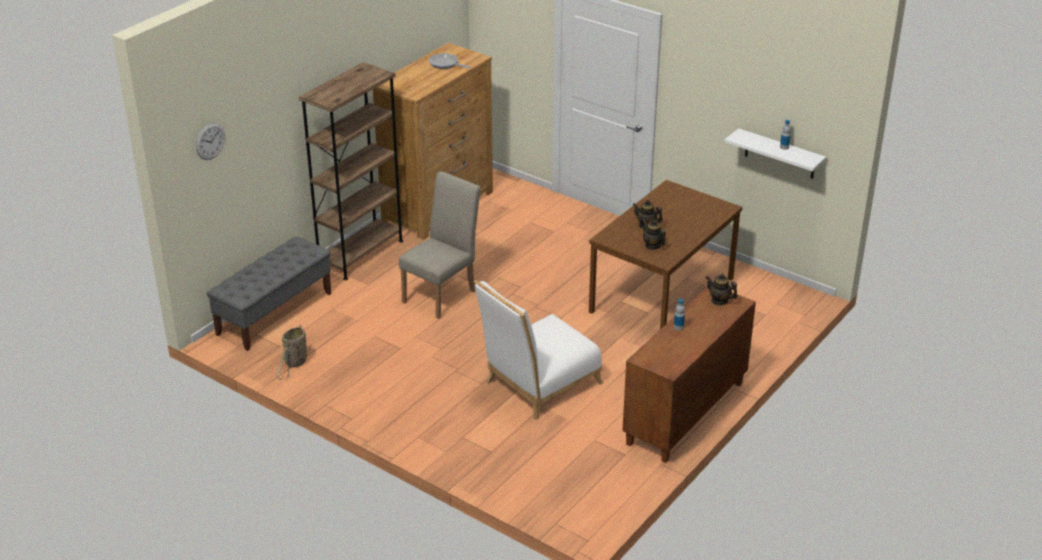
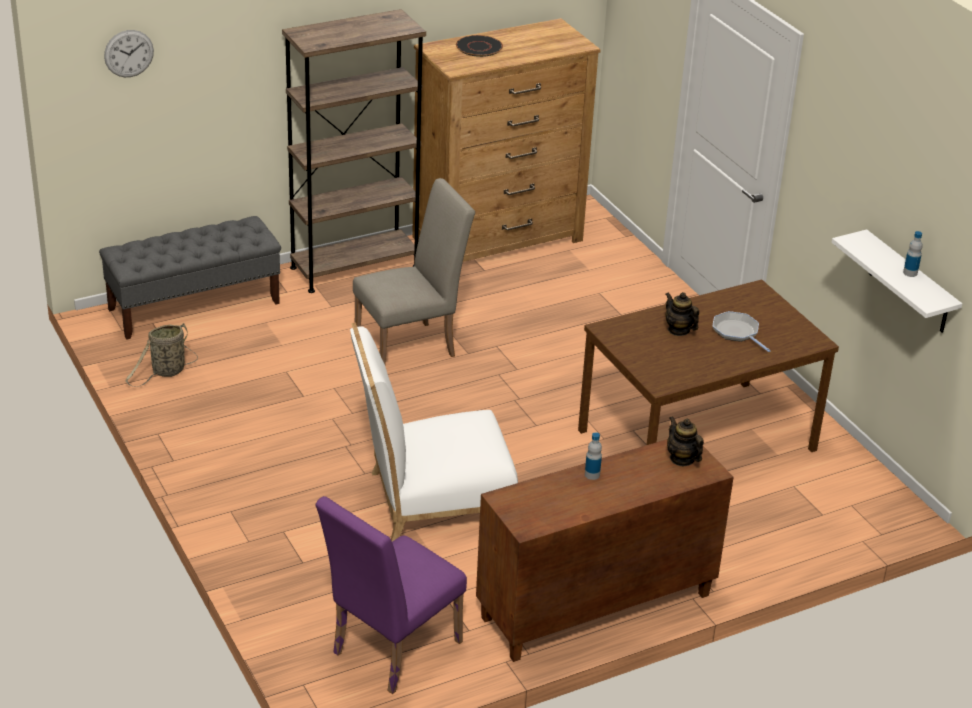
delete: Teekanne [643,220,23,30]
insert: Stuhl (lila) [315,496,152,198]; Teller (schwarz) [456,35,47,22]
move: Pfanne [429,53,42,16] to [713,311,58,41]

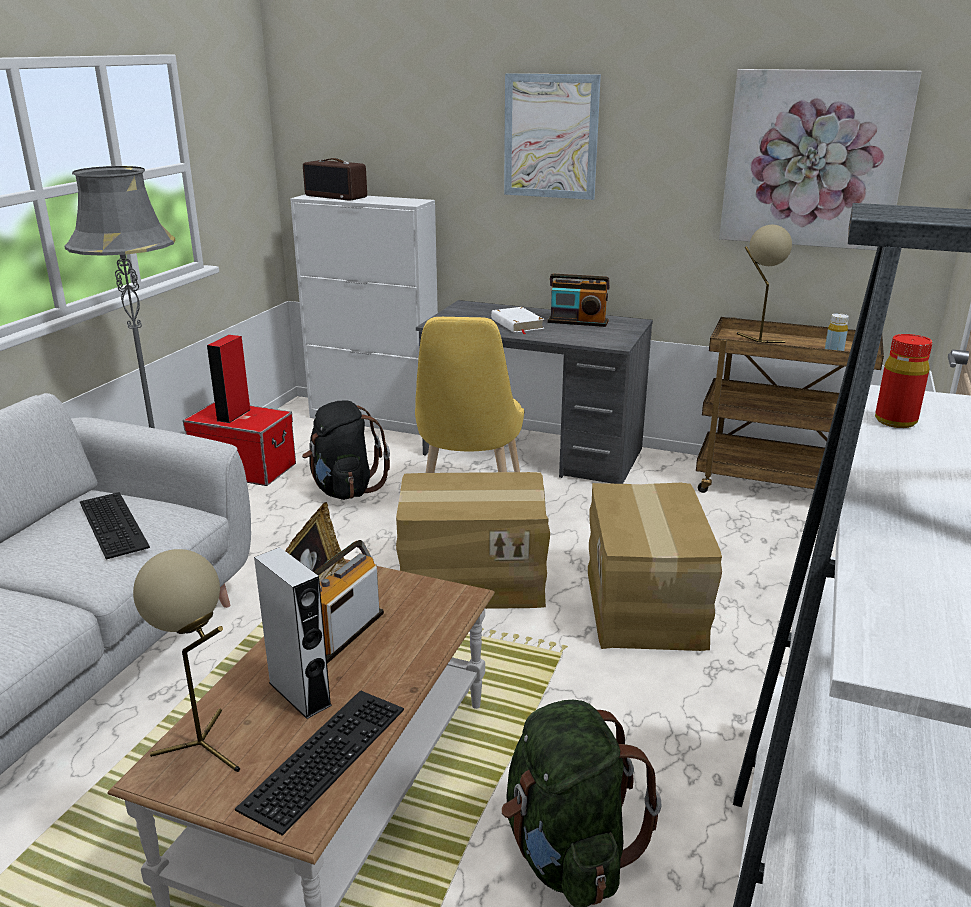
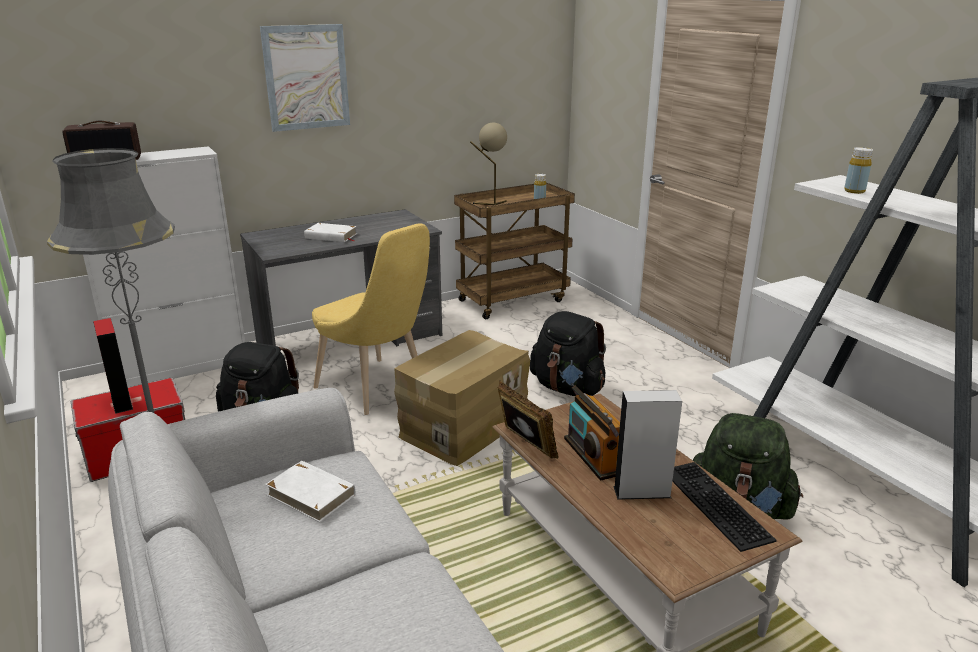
delete: Tischlampe (beige) [133,549,107,223]; Radio [547,274,63,53]; Bild [719,69,203,182]
replace: Tastatur [80,492,70,68] to Buch (weiß) [265,460,91,62]; Karton [588,483,134,168] to Rucksack (schwarz) [530,311,76,85]
recolor: Flasche (rot) [875,334,57,94] to Flasche (gelb) [844,147,29,47]

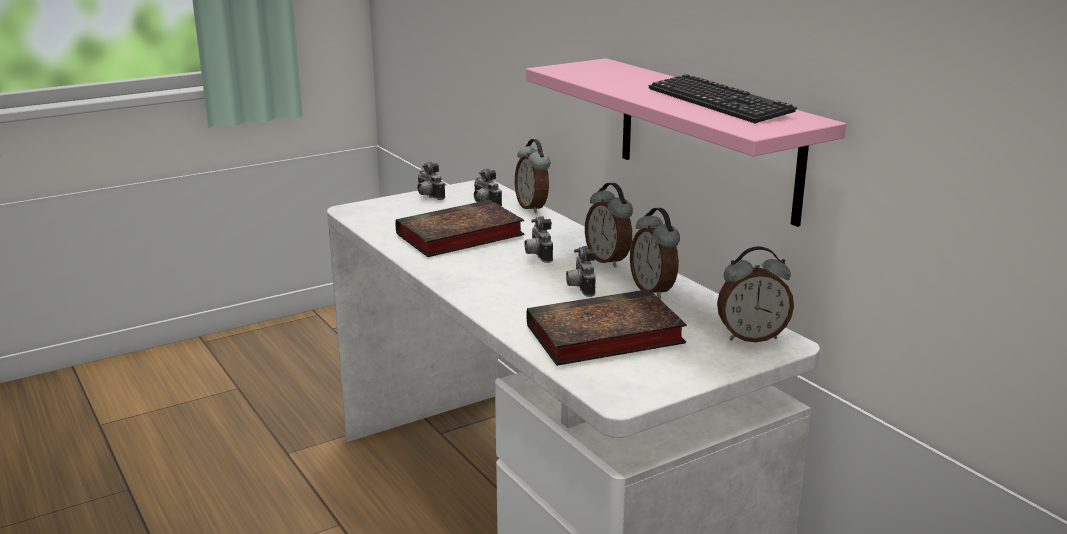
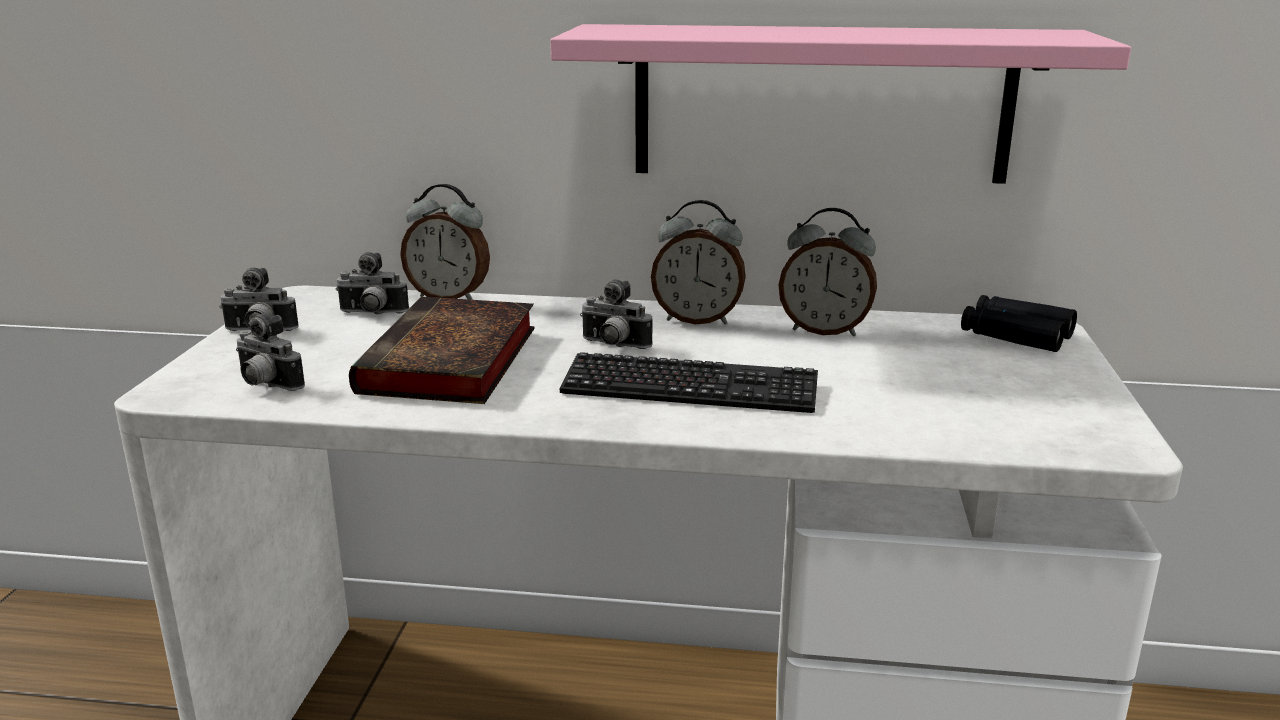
delete: Buch [526,289,161,77]
move: Kamera [566,246,30,51] to [236,313,69,78]; Tastatur [649,74,148,49] to [560,352,258,61]
replace: Wecker [717,246,77,96] to Fernglas (schwarz) [961,295,116,57]

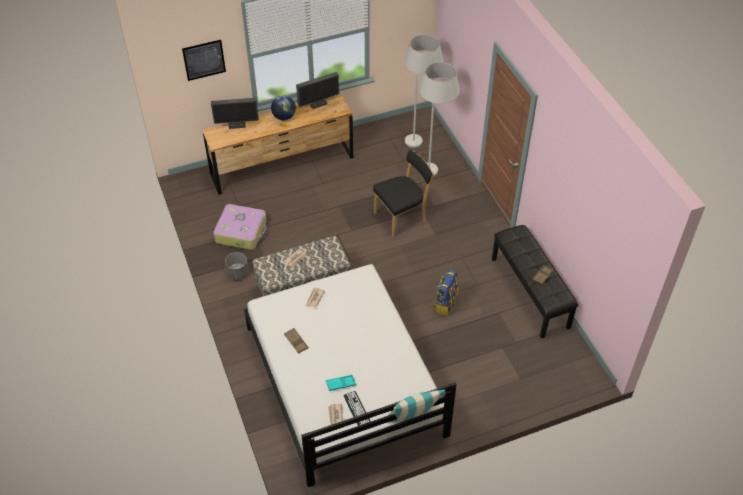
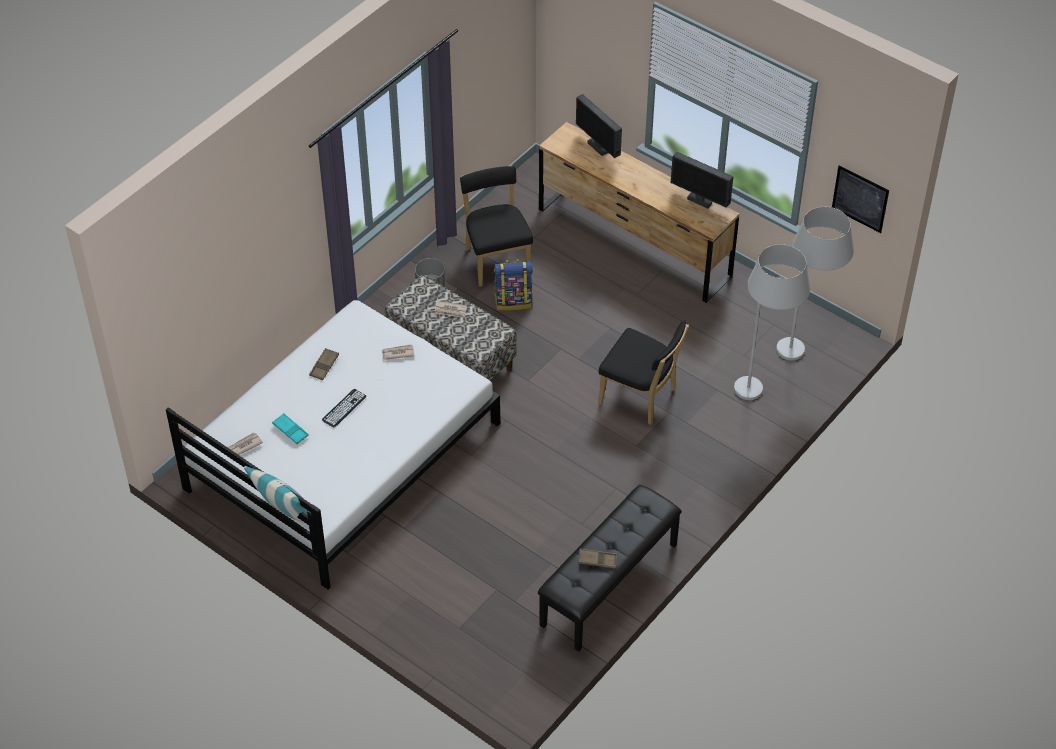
delete: Globus [271,95,25,25]
move: Bild [182,40,44,41] to [832,165,57,68]; Tastatur [343,391,28,35] to [322,389,44,38]; Rucksack [433,270,25,46] to [494,259,39,52]
replace: Koffer [213,204,54,46] to Stuhl (schwarz) [460,166,73,121]

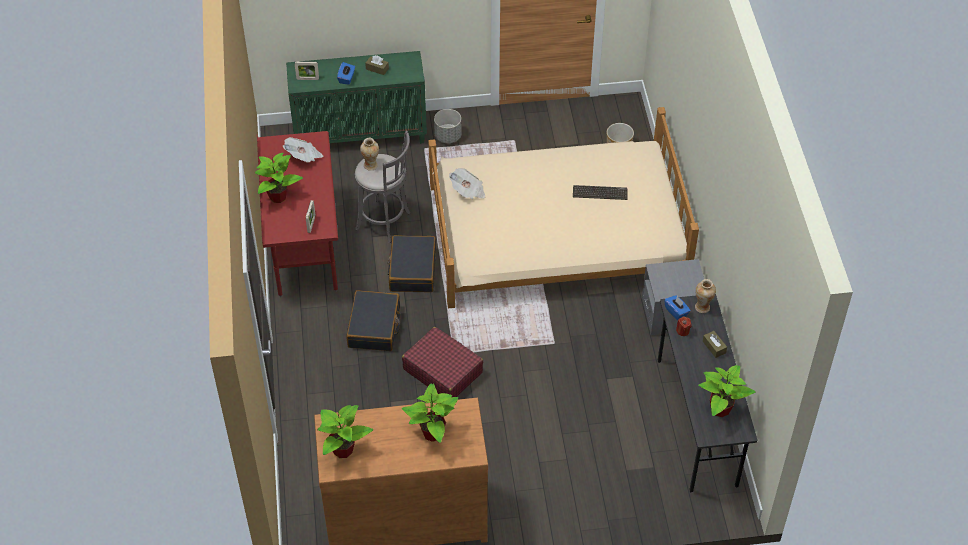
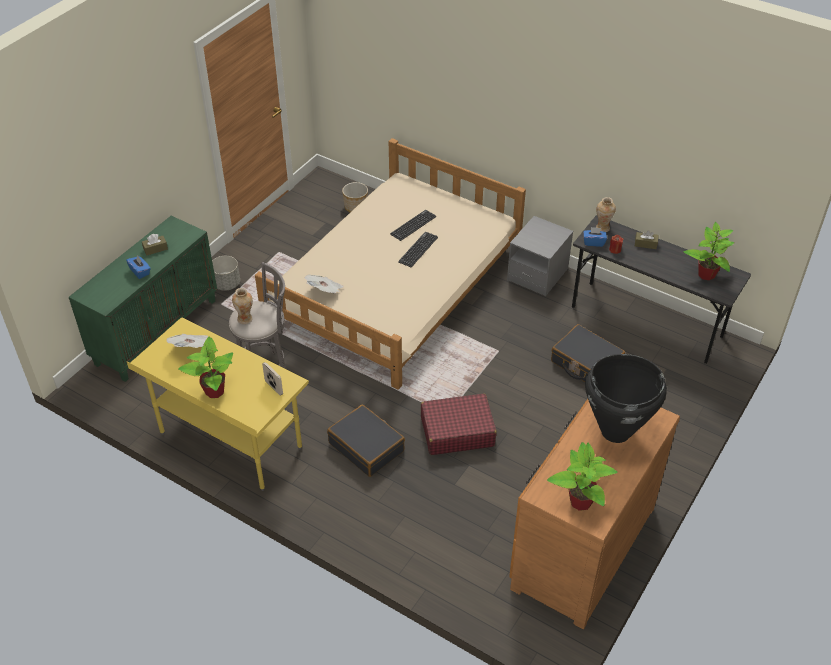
delete: Bilderrahmen [295,62,24,18]
insert: Tastatur [398,232,40,35]
move: Koffer (schwarz) [387,235,49,57] to [551,324,74,58]
replace: Topfpflanze [402,383,56,60] to Vase (schwarz) [585,354,82,89]
recolor: Schreibtisch (rot) [257,131,81,166] to Schreibtisch (gelb) [127,318,182,173]

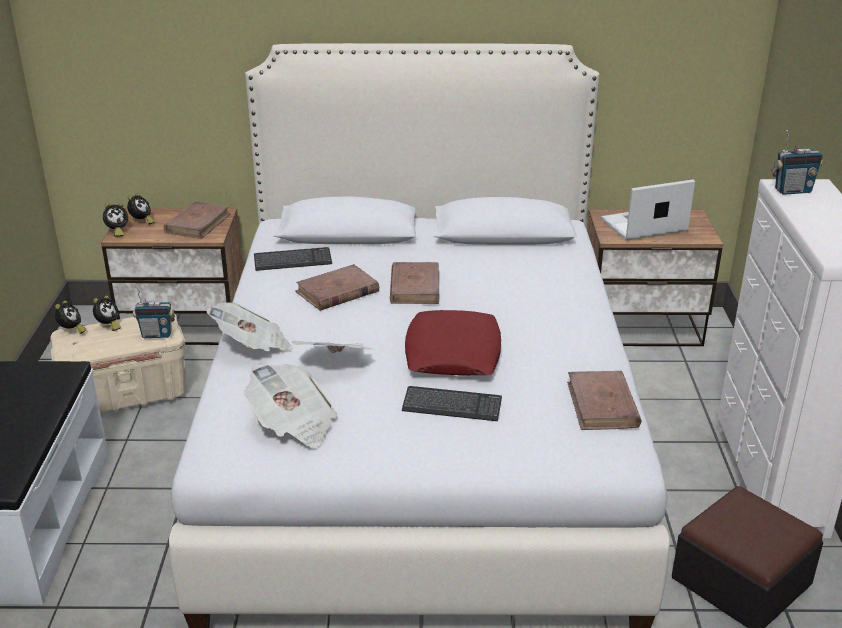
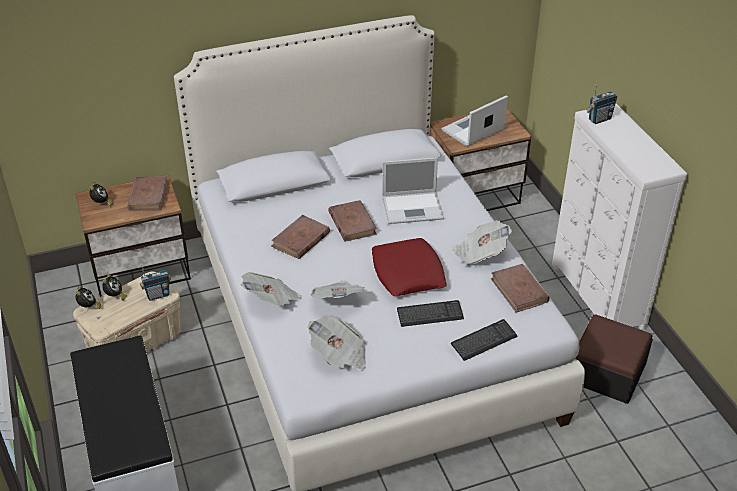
delete: Wecker [103,203,25,34]
insert: Laptop [382,157,62,67]; Zeitung [453,220,59,46]
move: Tastatur [254,247,78,24] to [451,319,67,42]

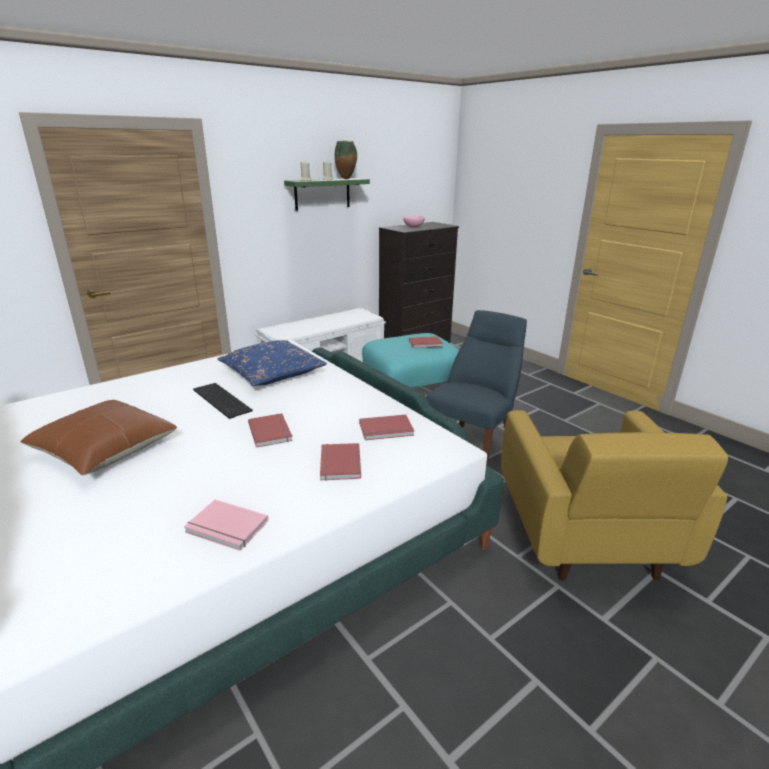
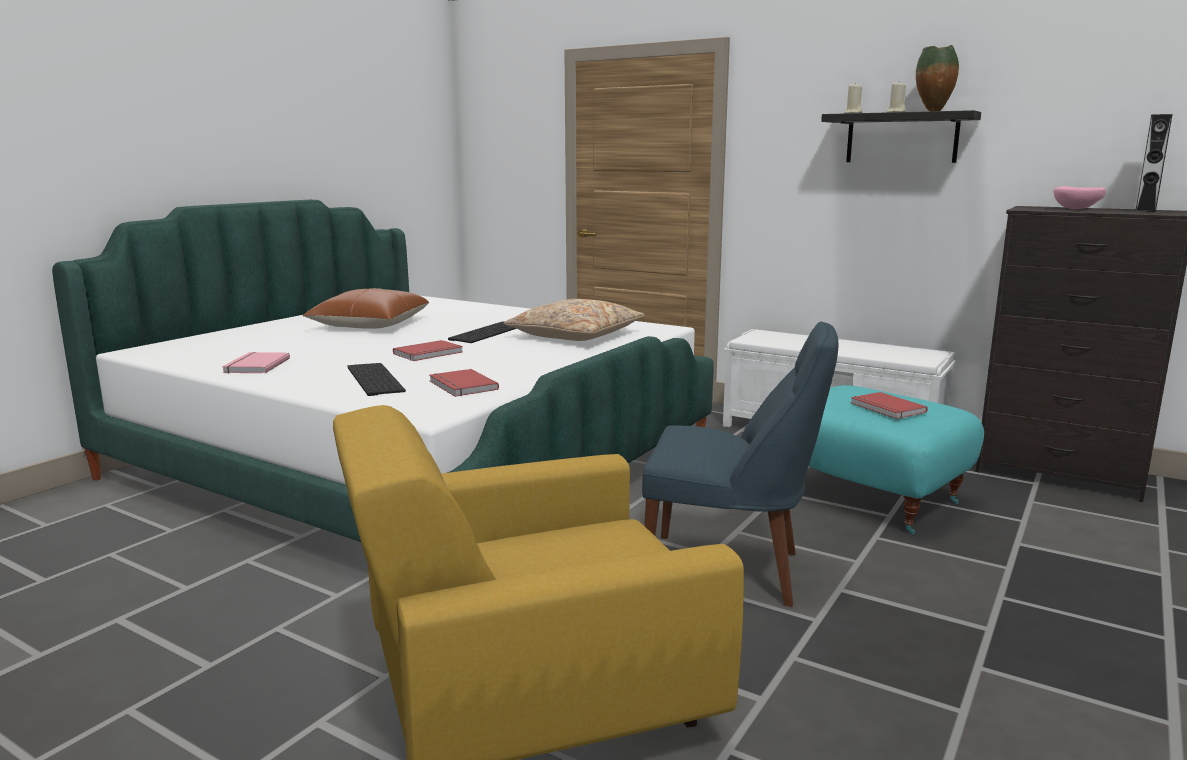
insert: Lautsprecher (grau) [1135,114,38,98]
replace: Buch (rot) [320,443,41,38] to Tastatur [347,363,59,33]
recolor: Kissen (blau) [217,340,110,46] to Kissen (beige) [504,299,141,42]; Wandregal (grün) [284,178,86,33] to Wandregal (schwarz) [821,110,160,53]

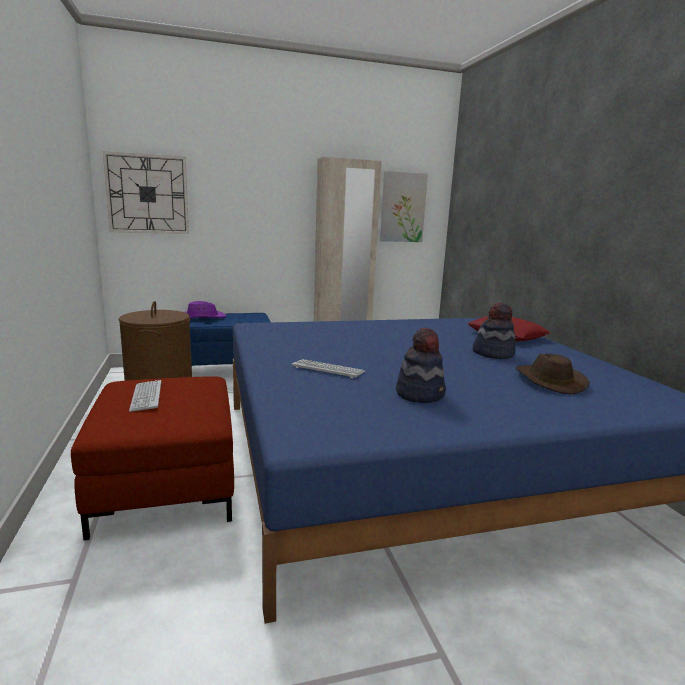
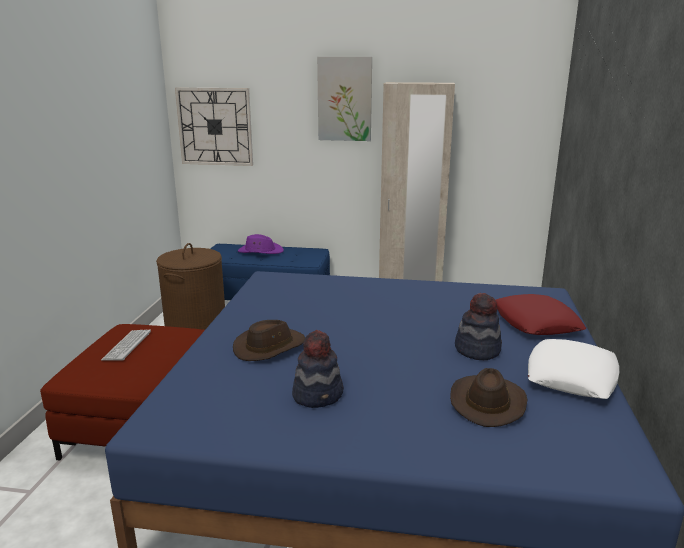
insert: Kissen (weiß) [528,339,92,60]
move: Bild [380,171,48,71] to [317,57,55,84]
replace: Tastatur [292,359,73,19] to Hut (braun) [233,320,73,41]

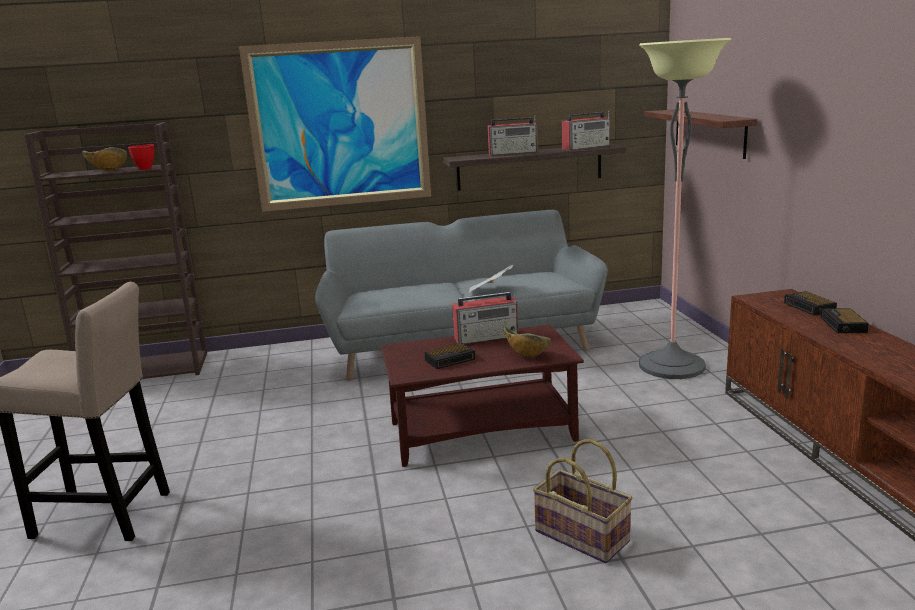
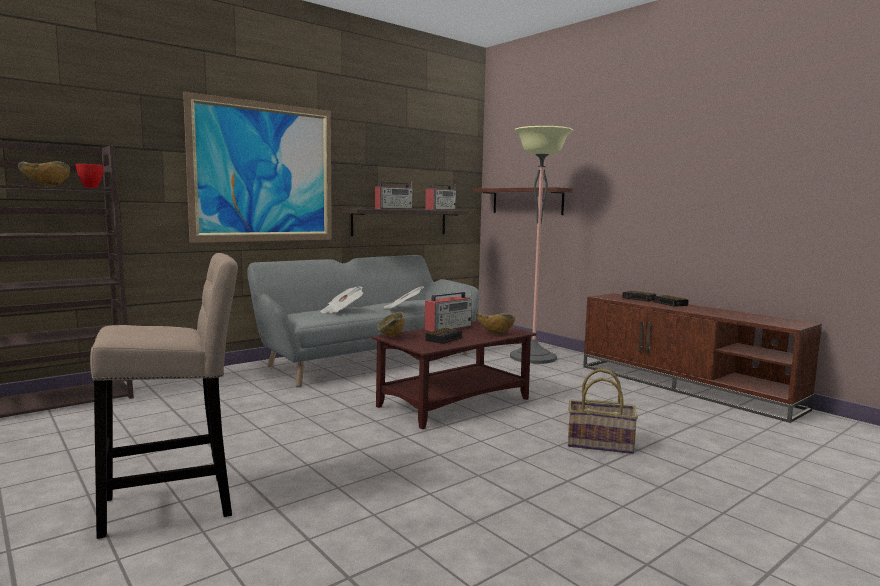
insert: Zeitung [320,286,43,27]; Schüssel [377,312,28,25]

